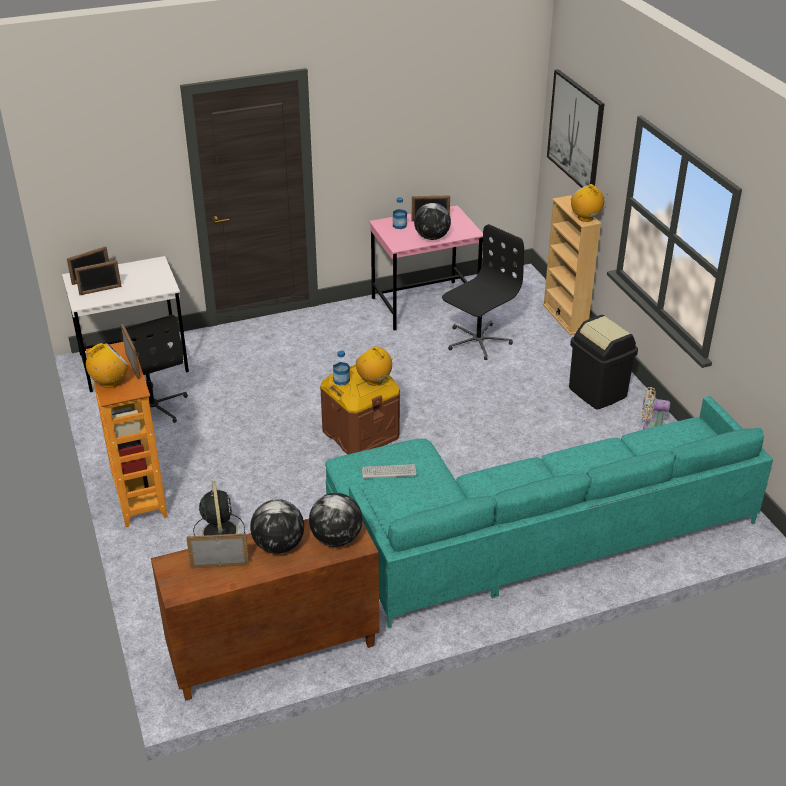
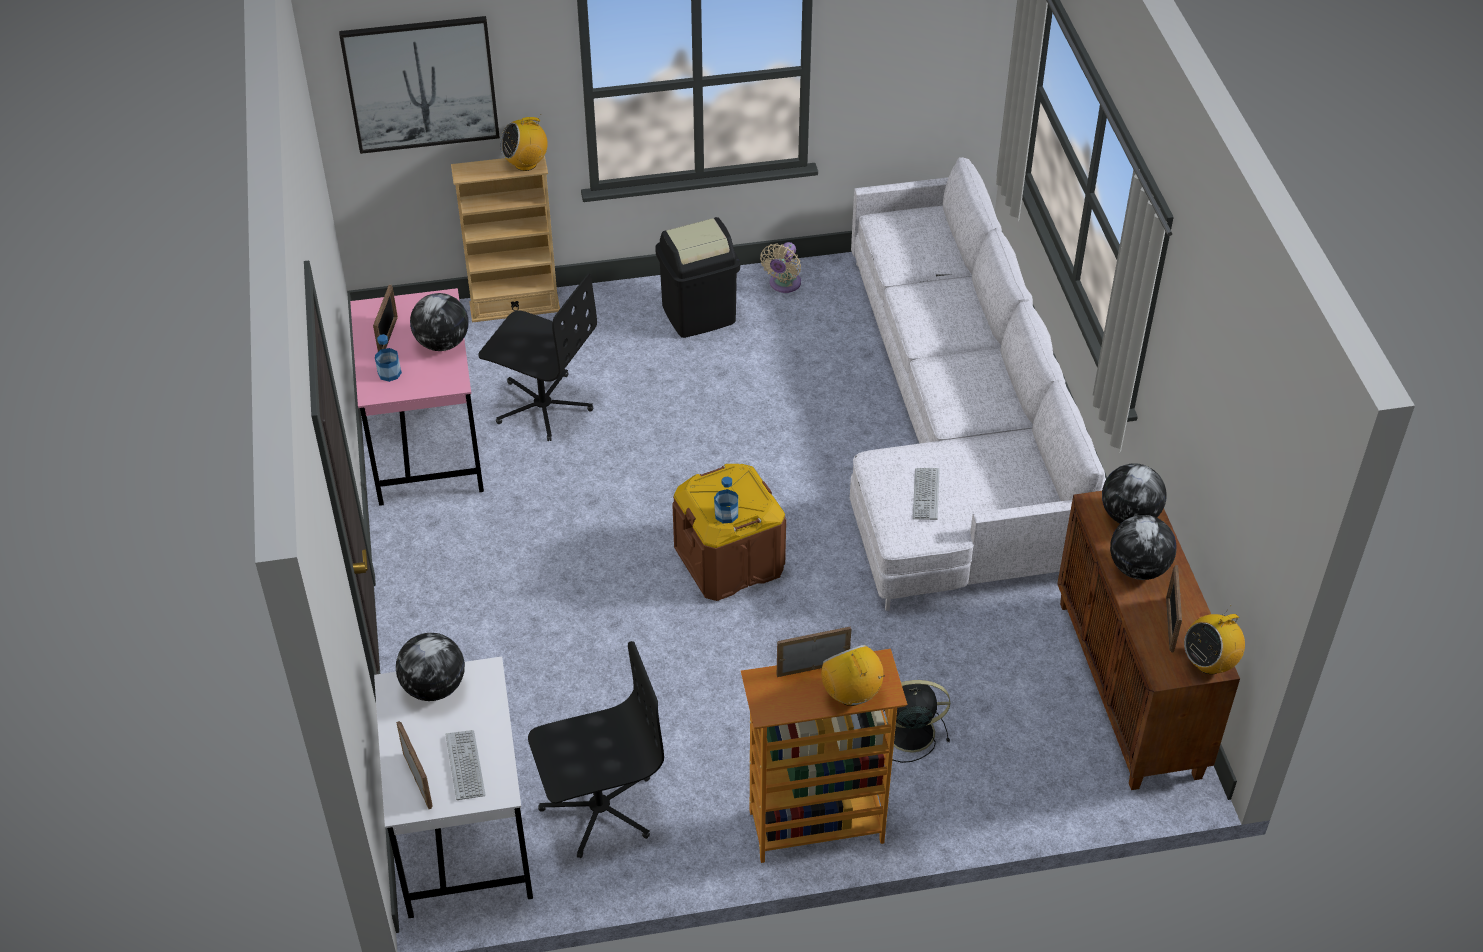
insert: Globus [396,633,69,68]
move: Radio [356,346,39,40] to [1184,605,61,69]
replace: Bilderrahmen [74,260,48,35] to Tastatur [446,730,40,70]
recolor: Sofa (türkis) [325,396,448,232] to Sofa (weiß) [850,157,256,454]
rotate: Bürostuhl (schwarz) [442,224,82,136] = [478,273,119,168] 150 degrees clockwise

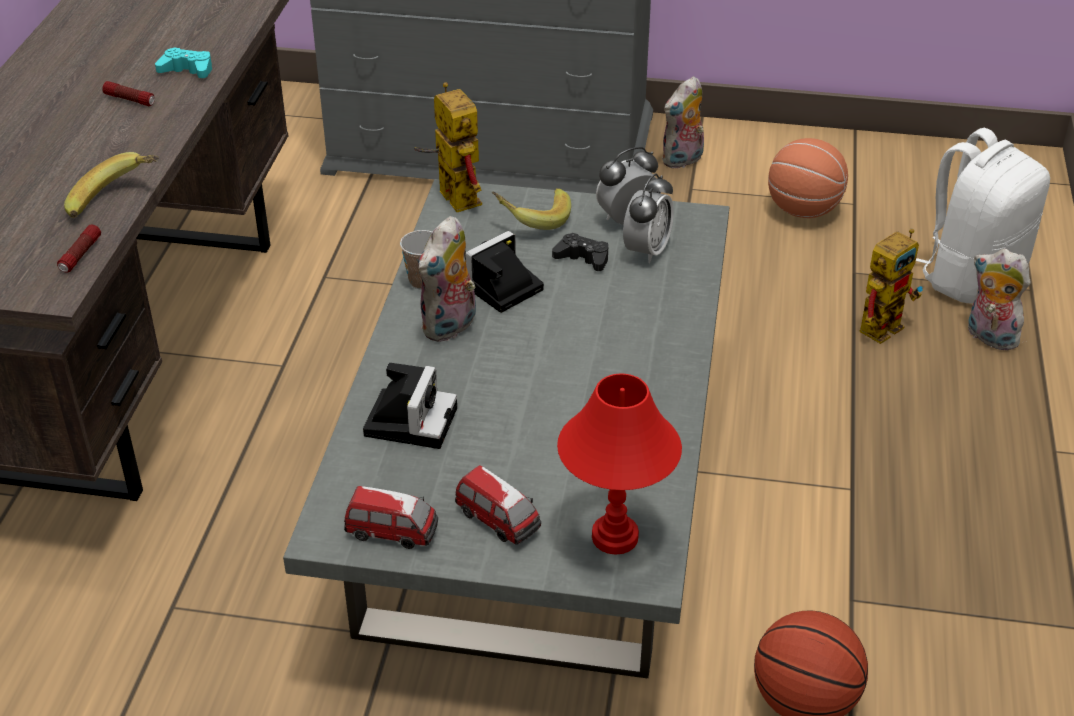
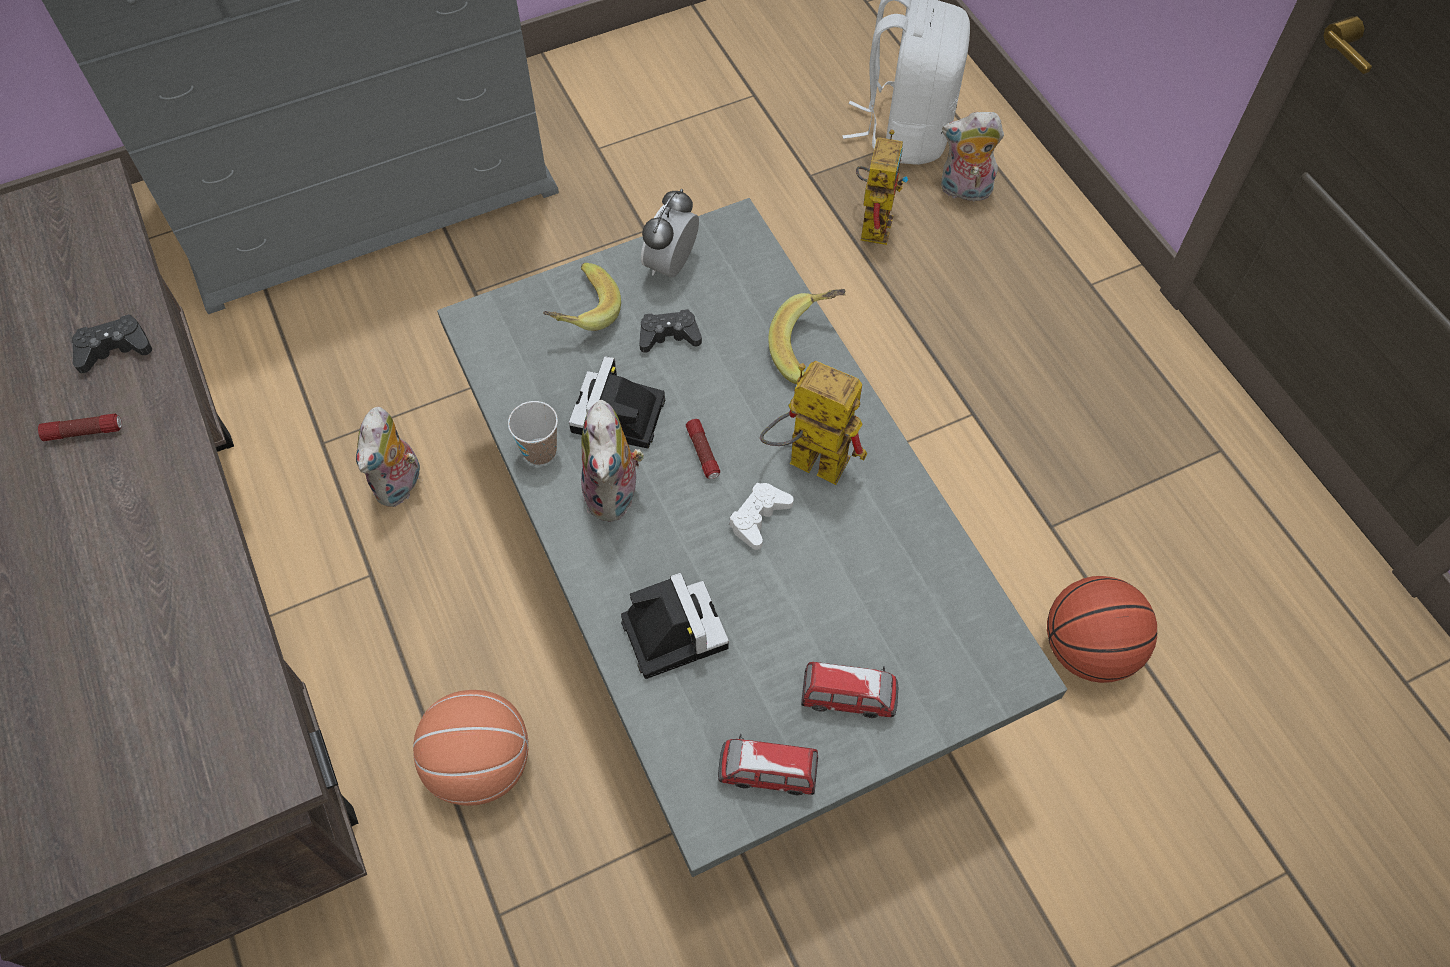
delete: Tischlampe (rot) [557,373,125,182]; Wecker [623,173,51,90]
insert: Gamepad (weiß) [729,483,64,67]
move: Taschenlampe [57,224,44,49] to [686,419,34,60]; Banane [64,152,95,66] to [768,289,77,95]; Spielzeugroboter [414,82,68,130] to [760,361,107,124]; Plüschtier [662,76,42,92] to [356,407,64,100]; Basketball [768,138,80,80] to [413,690,115,116]
recolor: Gamepad (türkis) [155,48,57,30] to Gamepad (schwarz) [72,314,80,59]
rotate: Spielzeugauto [344,486,94,63] = [718,734,100,61] 150 degrees counterclockwise

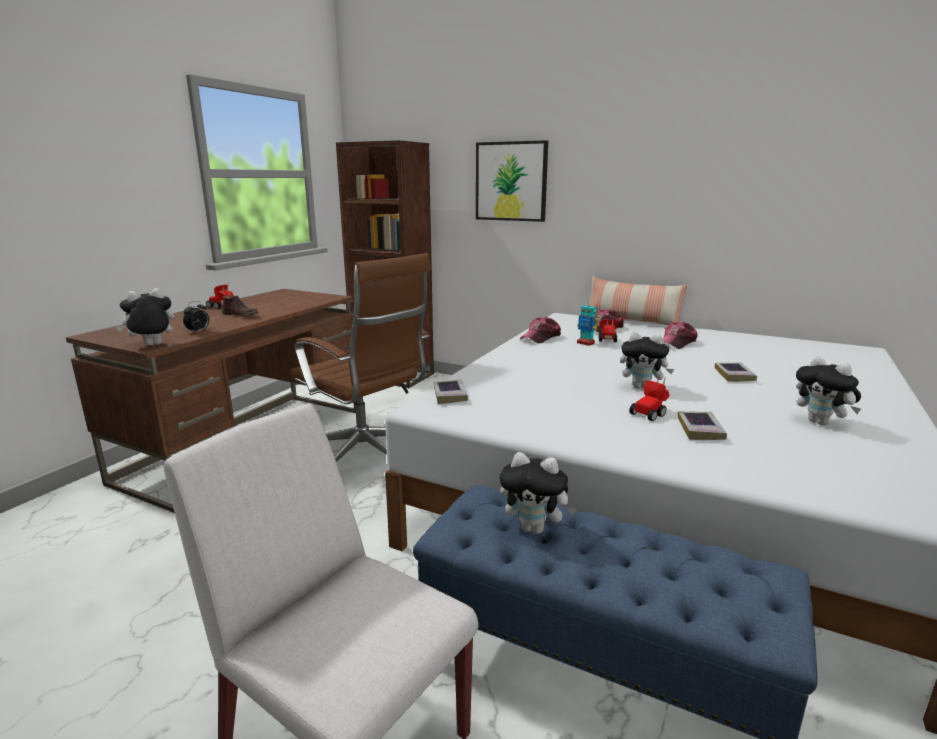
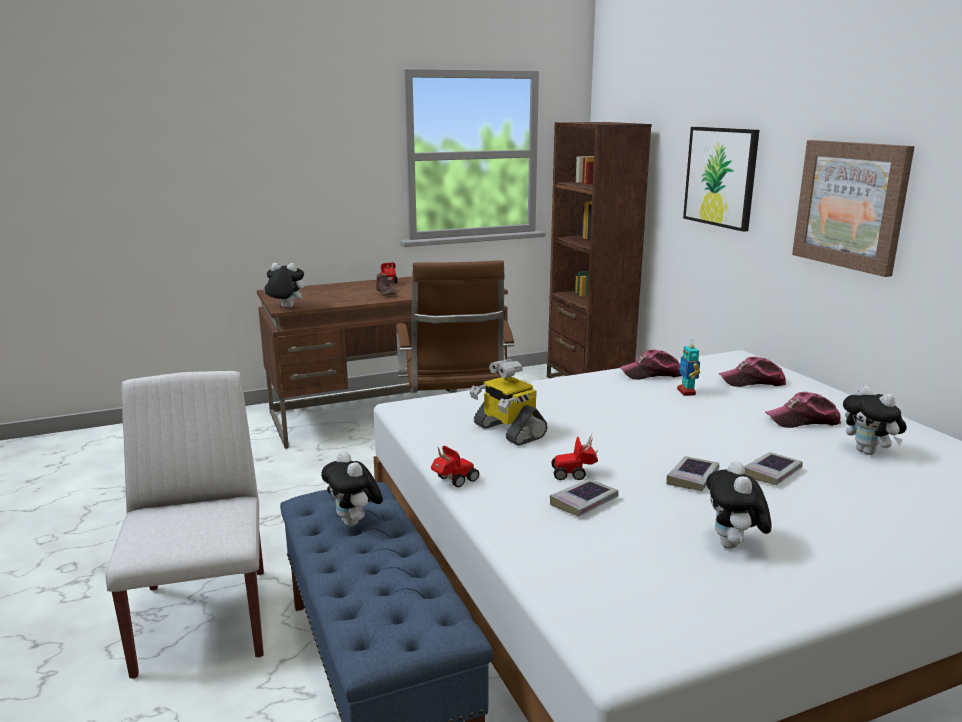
delete: Wecker [183,301,26,33]; Kissen [589,276,98,50]
insert: Spielzeugroboter [470,359,78,87]; Bild [792,140,123,137]
move: Buch [434,380,34,24] to [667,456,52,35]; Spielzeugauto [598,320,20,22] to [431,446,48,41]; Plüschtier [620,332,54,57] to [843,386,64,69]

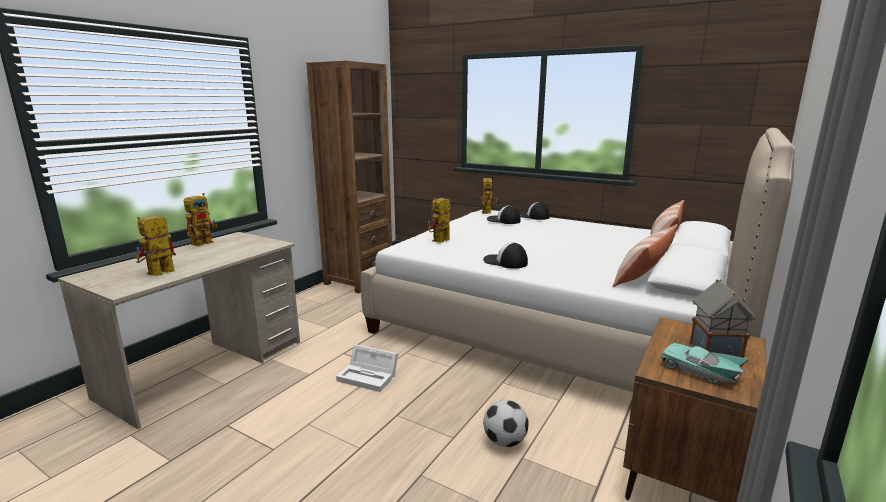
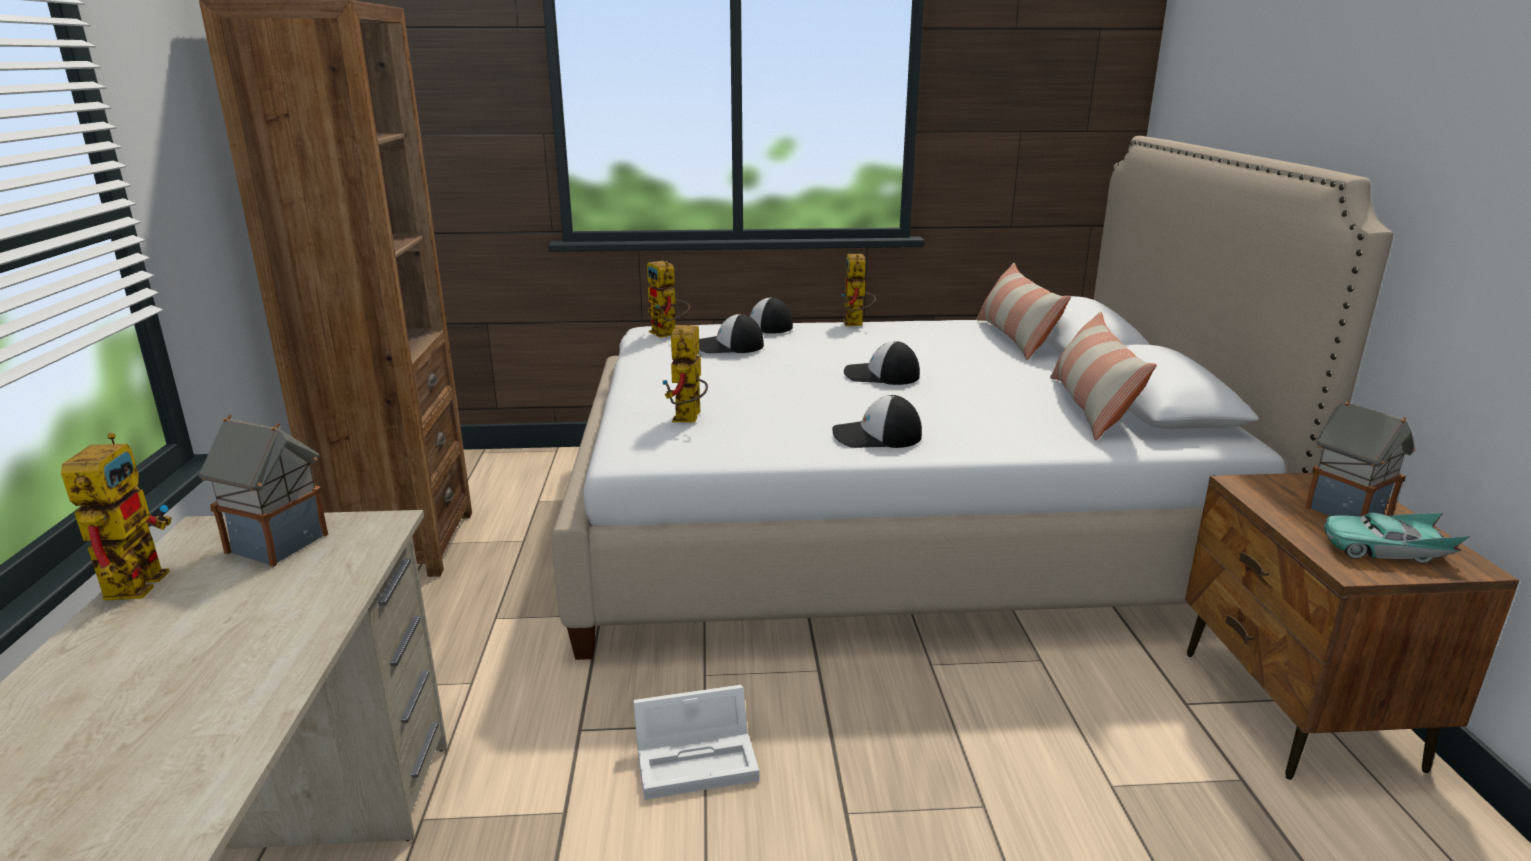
delete: Fußball [483,400,46,47]
insert: Spielzeughaus [199,415,129,152]; Kappe [844,341,76,44]
move: Spielzeugroboter [135,216,41,60] to [841,254,35,72]

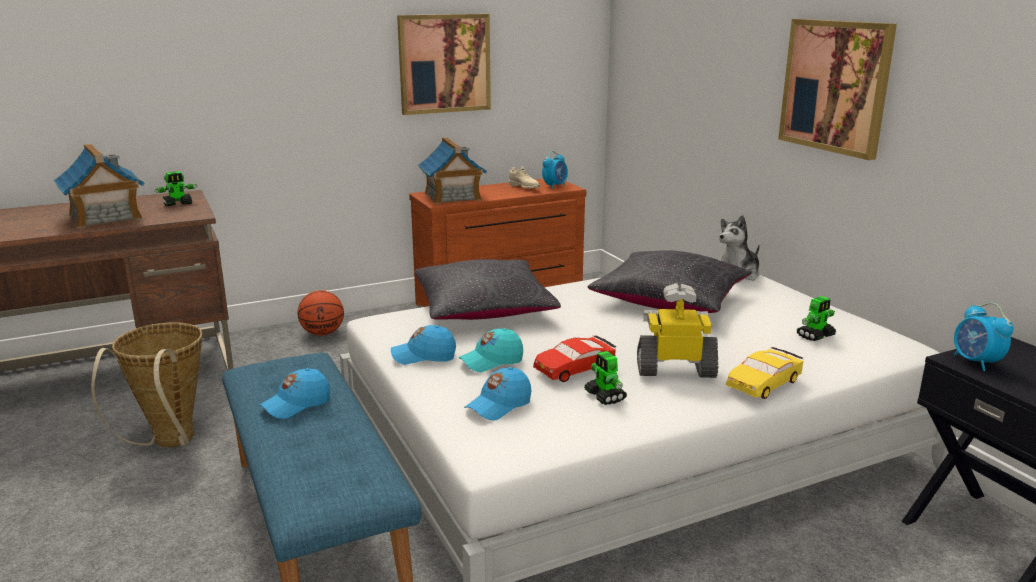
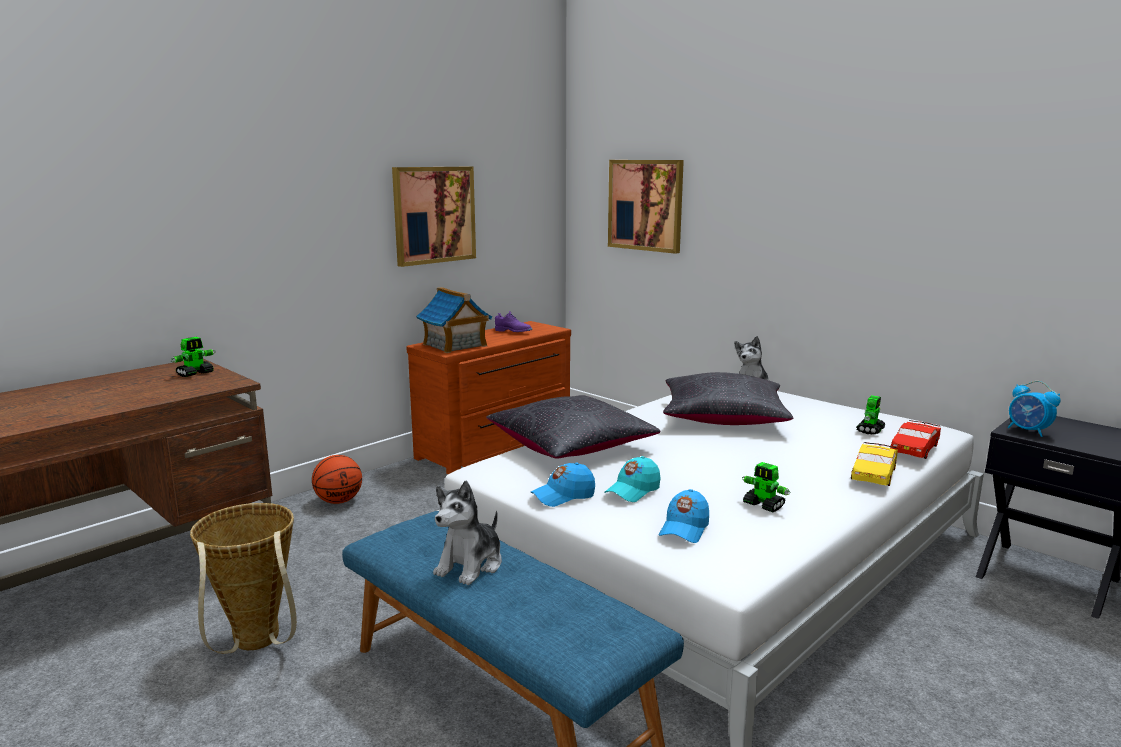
delete: Spielzeughaus [54,144,91,84]; Wecker [542,151,26,38]; Spielzeugroboter [637,283,81,95]
move: Spielzeugauto (rot) [533,336,84,46] to [890,420,51,39]; Bild [778,19,119,141] to [608,160,76,94]
replace: Kappe (blau) [260,368,70,51] to Plüschtier [433,481,69,104]
recolor: Schuh (beige) [509,166,31,22] to Schuh (lila) [495,311,37,21]

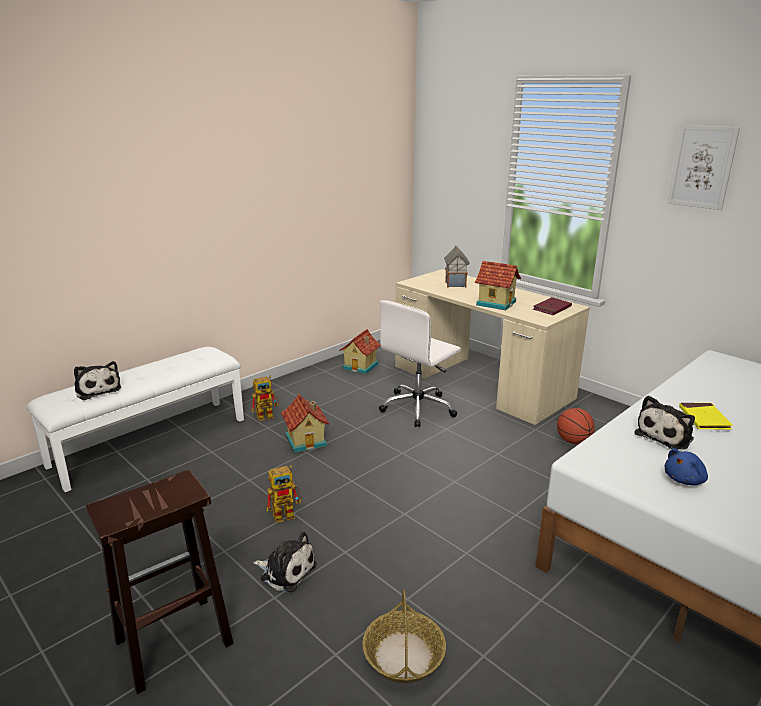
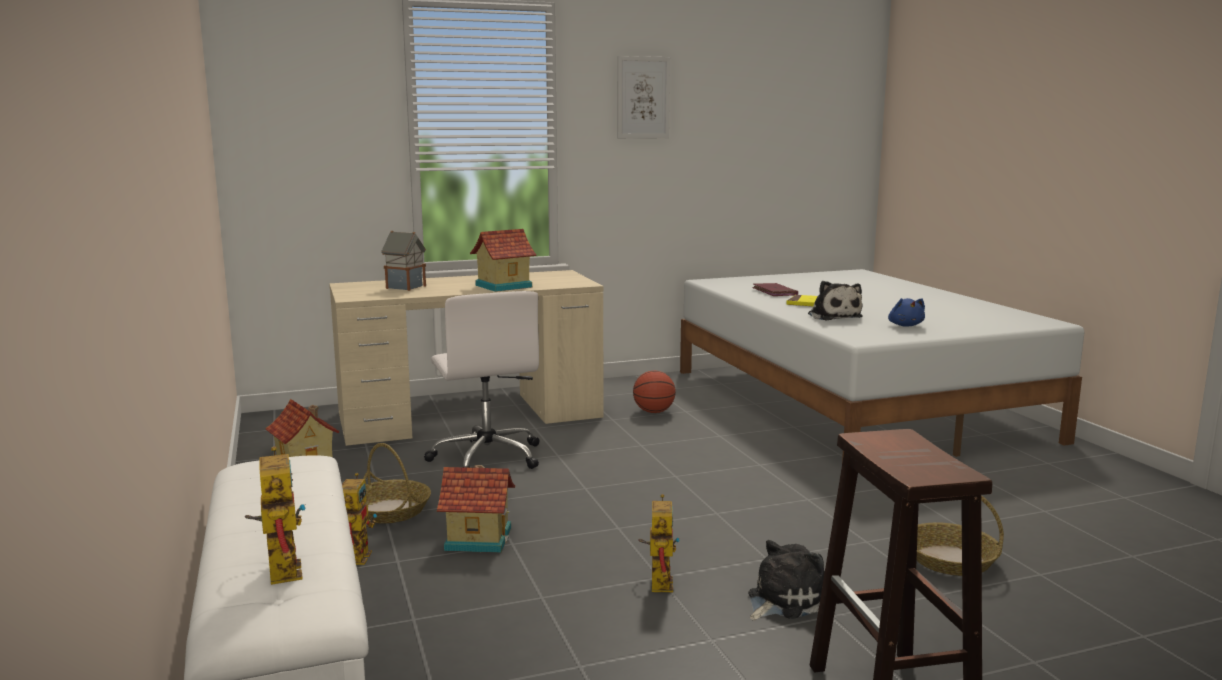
insert: Korb [363,443,68,81]
move: Buch (rot) [533,297,39,18] to [752,283,46,13]
replace: Plüschtier [74,361,47,39] to Spielzeugroboter [245,446,61,139]

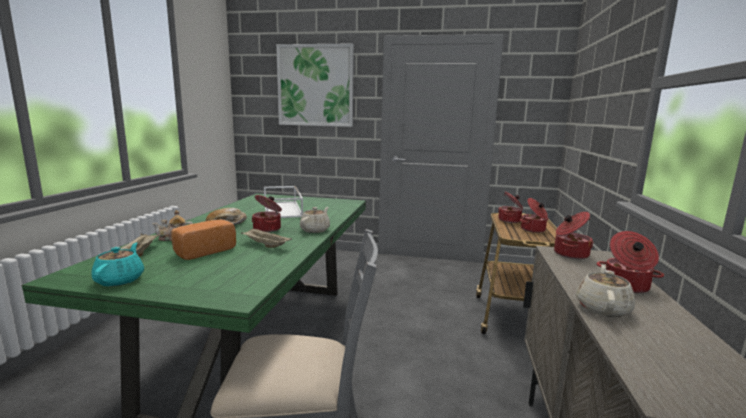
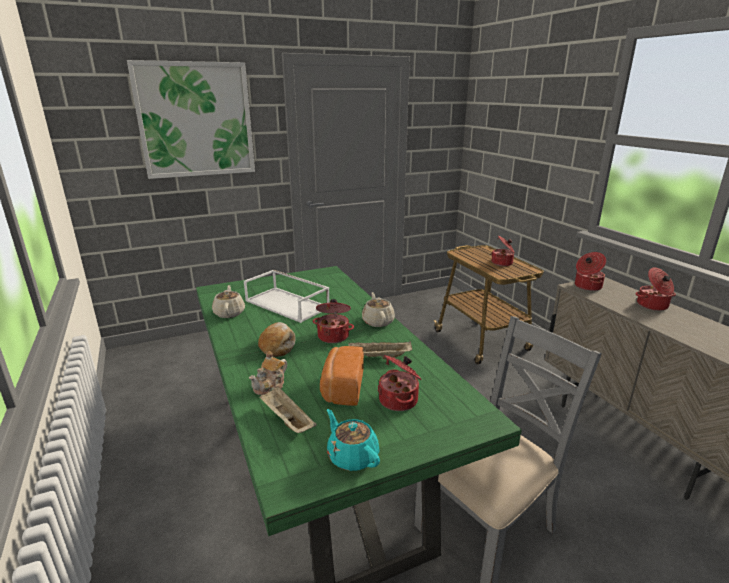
move: Kochtopf [498,192,25,31] to [378,355,44,56]; Teekanne (beige) [576,265,59,52] to [212,285,33,33]

